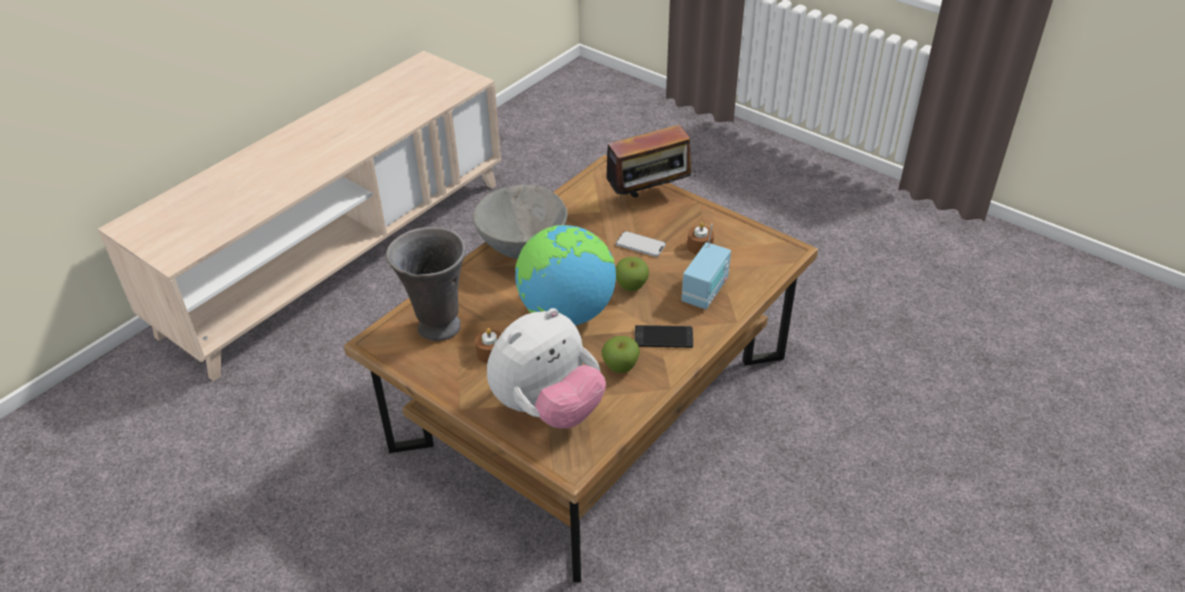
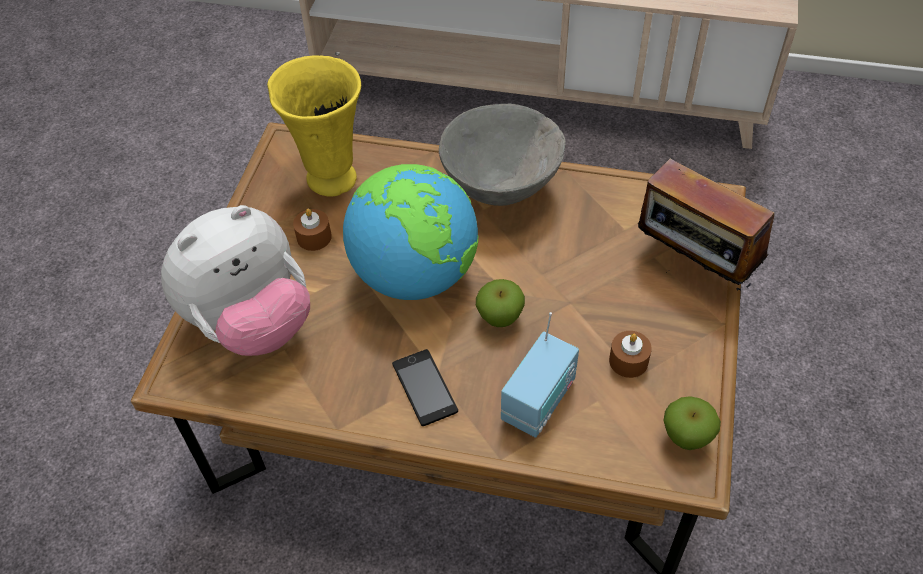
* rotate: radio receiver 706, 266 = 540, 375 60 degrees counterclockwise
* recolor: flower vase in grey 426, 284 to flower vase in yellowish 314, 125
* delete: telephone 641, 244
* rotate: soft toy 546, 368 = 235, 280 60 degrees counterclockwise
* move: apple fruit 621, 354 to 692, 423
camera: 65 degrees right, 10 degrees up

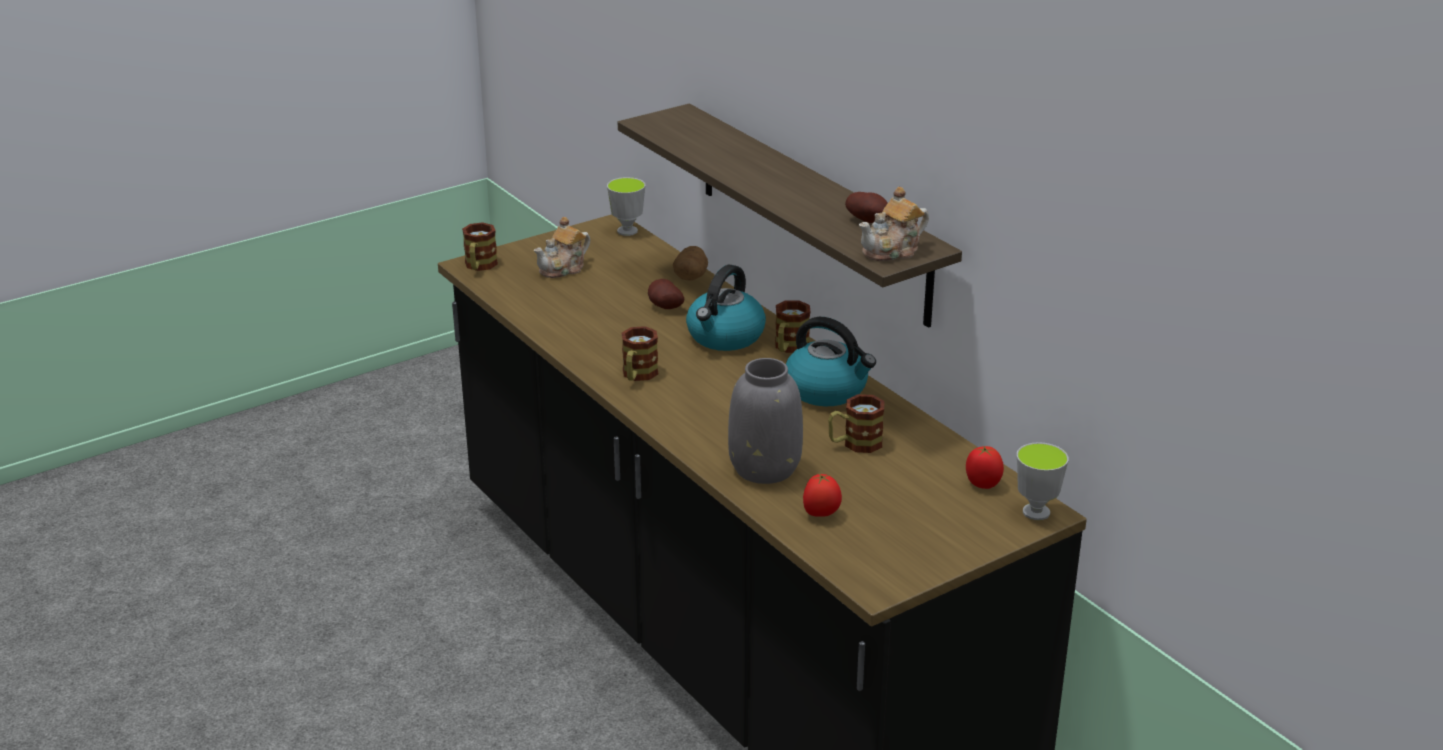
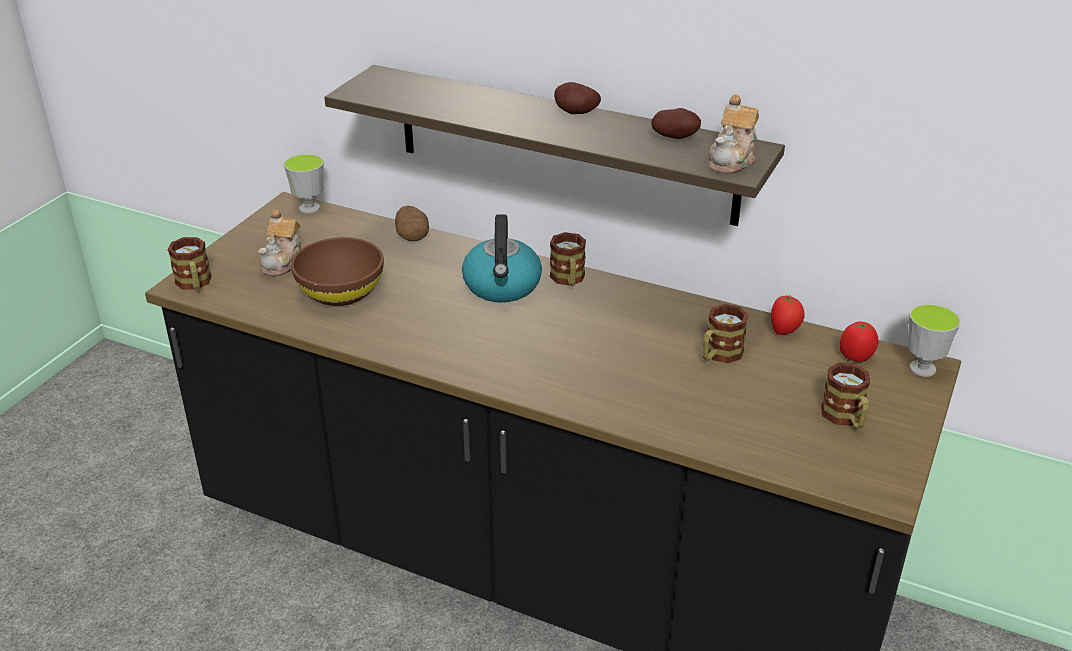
* move: potato 666, 294 to 577, 98
* delete: kettle 831, 361
* move: mug 640, 353 to 845, 395
* delete: flower vase in grey 765, 421
* move: fresh tomato 822, 495 to 787, 315
* insert: serving bowl in brown 337, 271
camera: 30 degrees left, 5 degrees up

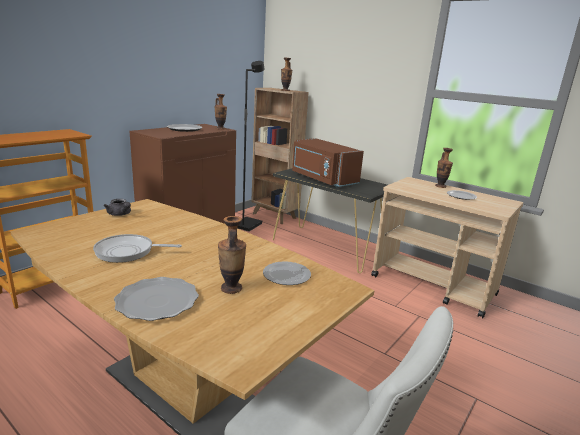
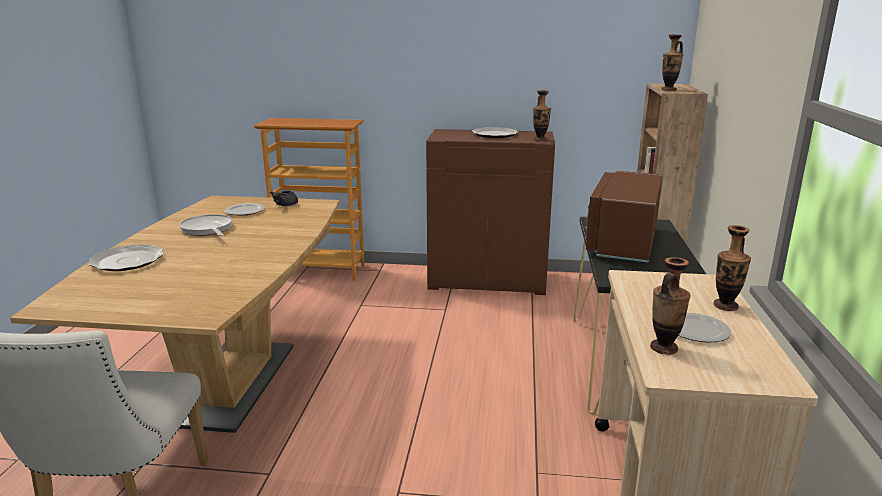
* delete: floor lamp in black-coloured 251, 146
* move: flower vase 232, 255 to 670, 306
* move: dinner plate 287, 273 to 244, 209
camera: 60 degrees right, 0 degrees up

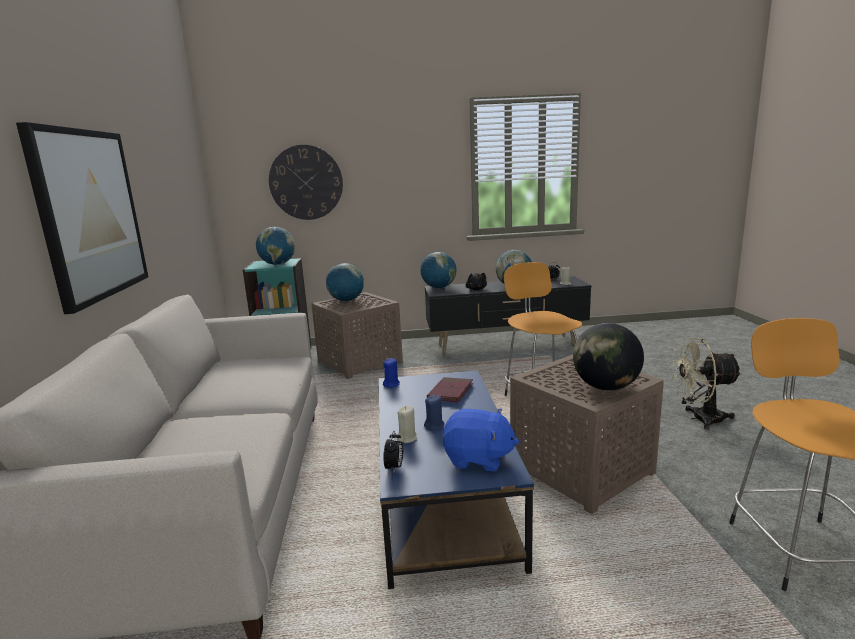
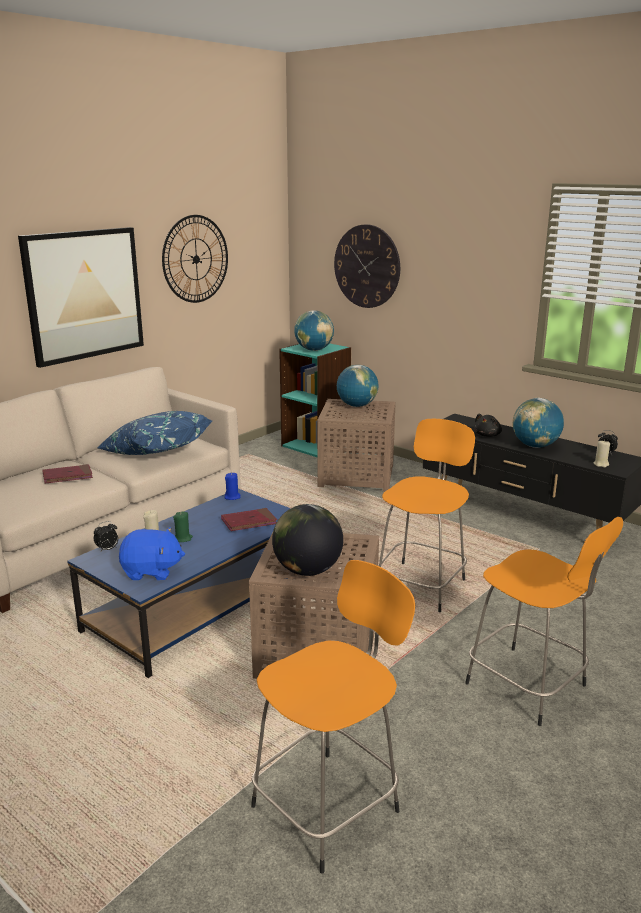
* delete: globe 438, 270
* replace: fan in beige-coloured 706, 384 to sitting stool in orange 544, 621
* recolor: wax light in blue 434, 412 to wax light in green-coloured 183, 526
* rotate: soft toy in blue 481, 440 = 152, 553 60 degrees counterclockwise
* insert: wall clock 195, 259
* insert: throw pillow in blue 155, 433
* insert: bound book in red-coloured 67, 474
camera: 45 degrees right, 5 degrees up

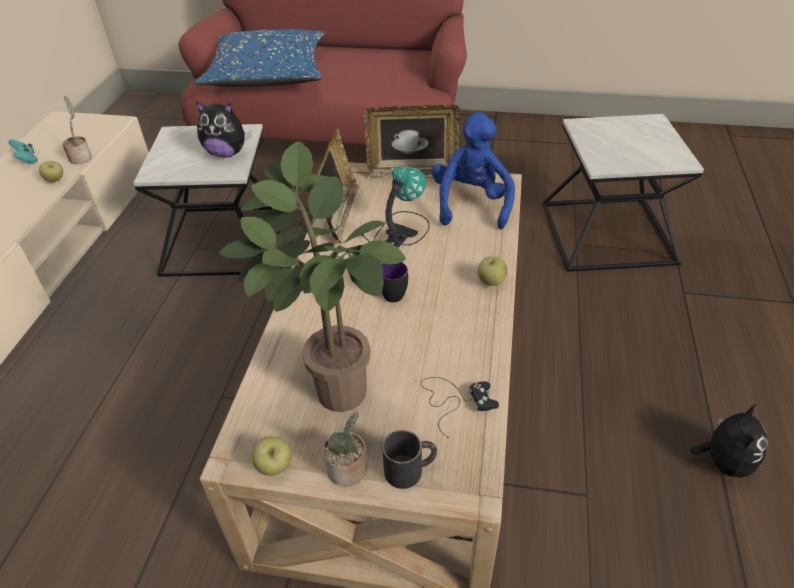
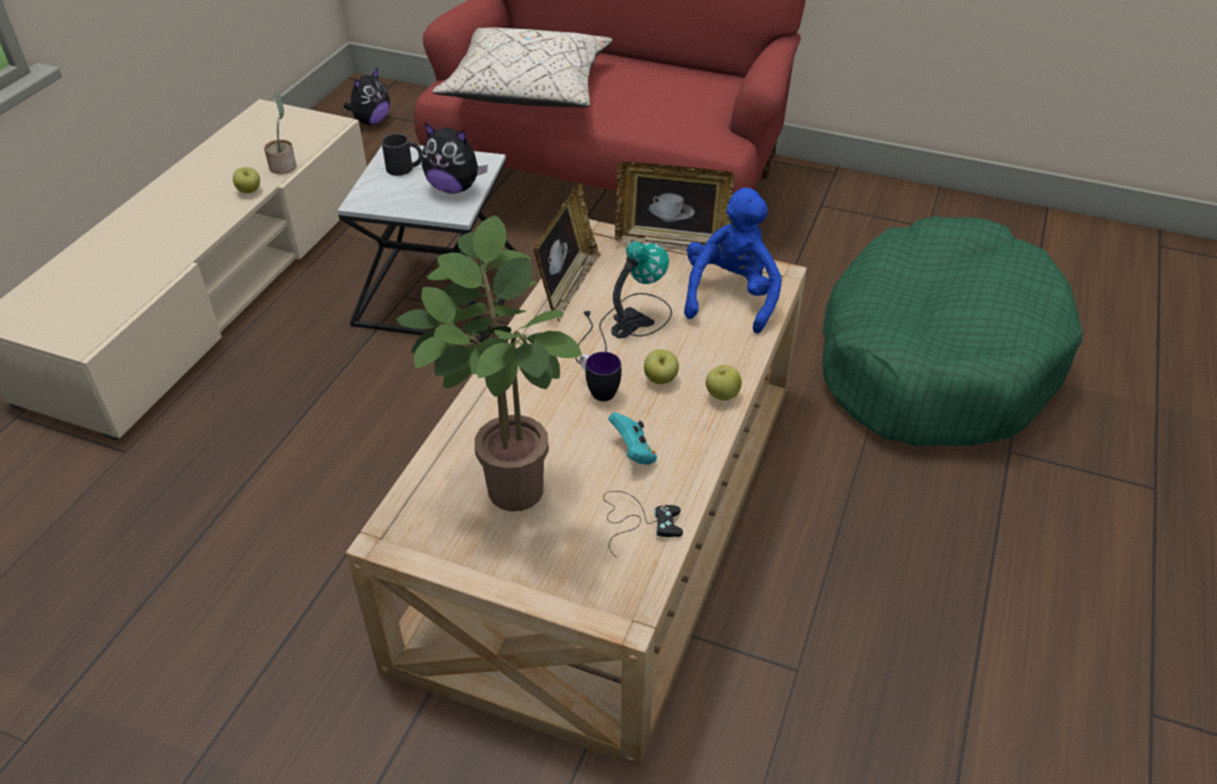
* recolor: throw pillow in blue 260, 58 to throw pillow in beige-coloured 522, 68
* replace: accent table 623, 193 to pet bed in green-coloured 952, 331
* move: gamepad in turquoise-coloured 23, 151 to 632, 438
* move: soft toy 729, 440 to 367, 96
* delete: houseplant 345, 449
* move: mug in black-coloured 409, 459 to 401, 155
* move: apple fruit 271, 456 to 661, 366
camera: 10 degrees right, 0 degrees up

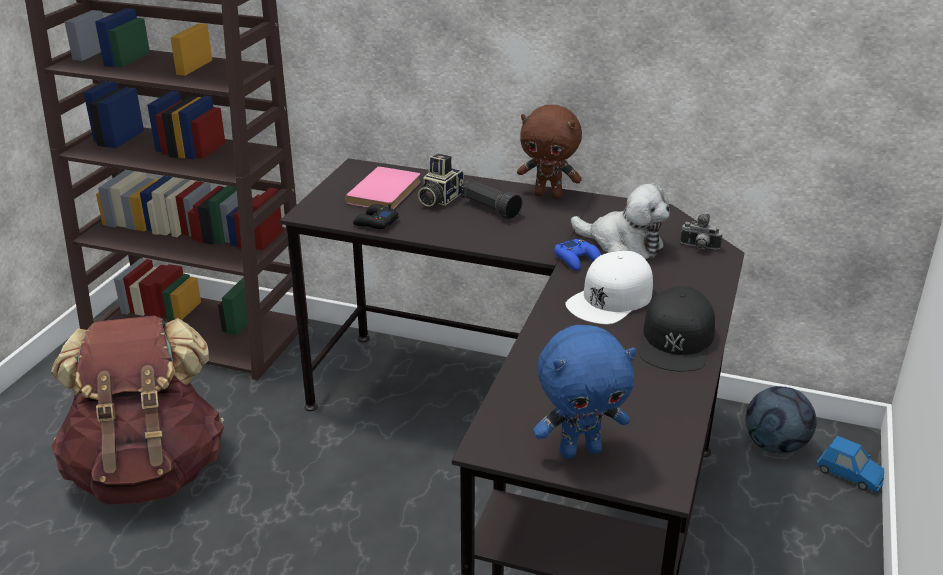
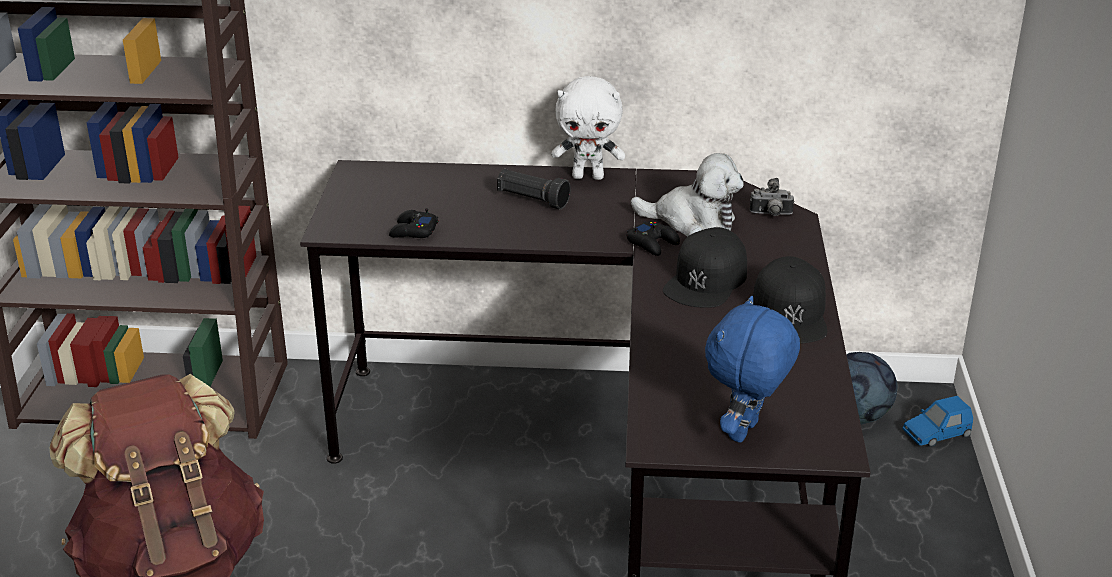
* recolor: soft toy in brown 549, 152 to soft toy in whitish 588, 128
* delete: photo camera 441, 180
* delete: bound book in pinkish 383, 187
* recolor: gamepad in blue 577, 255 to gamepad in black-coloured 653, 238
* recolor: baseball cap in whitish 609, 287 to baseball cap in black-coloured 705, 267
* rotate: soft toy in blue 584, 392 = 752, 369 150 degrees clockwise
* rotate: miniature car in blue 850, 464 = 937, 421 135 degrees clockwise
camera: 15 degrees left, 0 degrees up

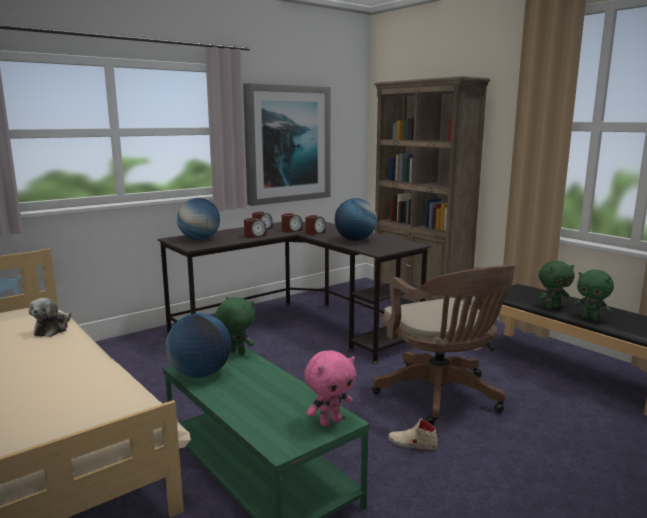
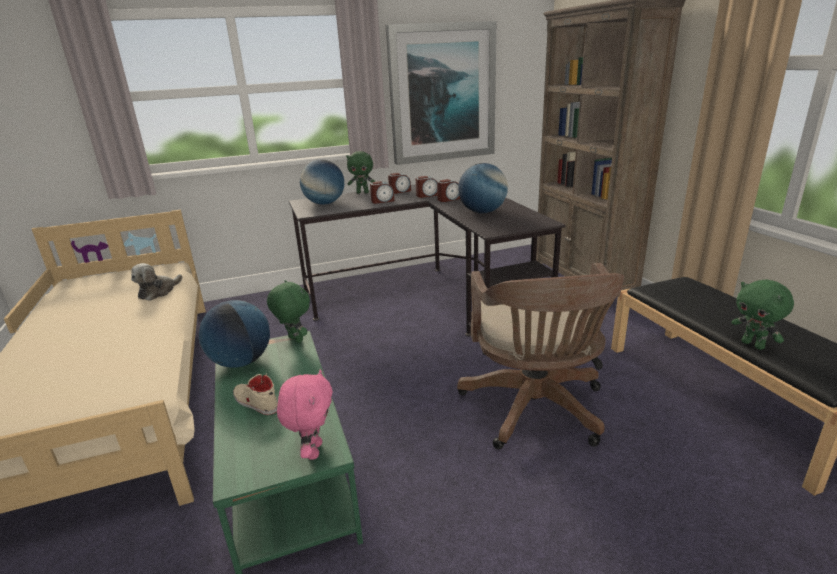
* move: soft toy in green-coloured 557, 285 to 361, 172
* rotate: soft toy in pinkish 330, 388 = 305, 414 75 degrees counterclockwise
* move: item of footwear in beige-coloured 413, 434 to 255, 394
camera: 20 degrees right, 10 degrees up

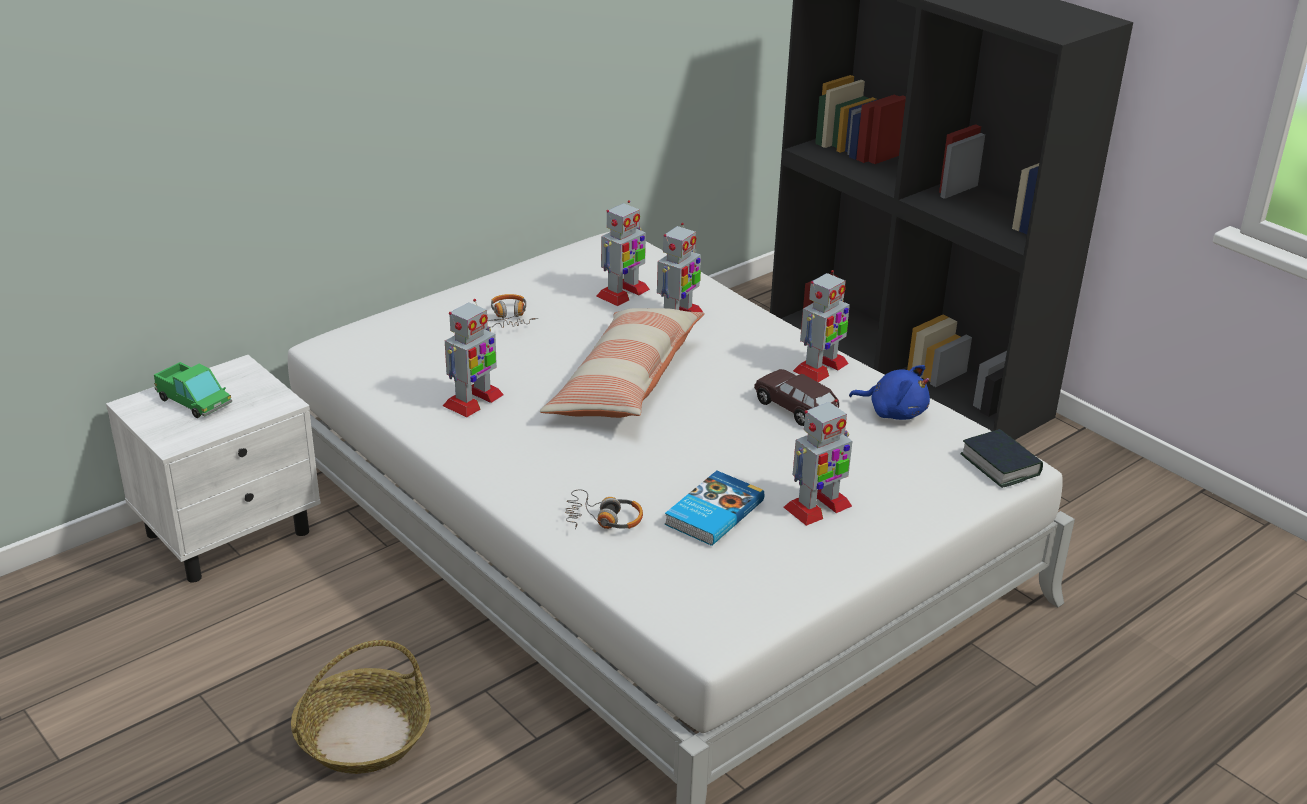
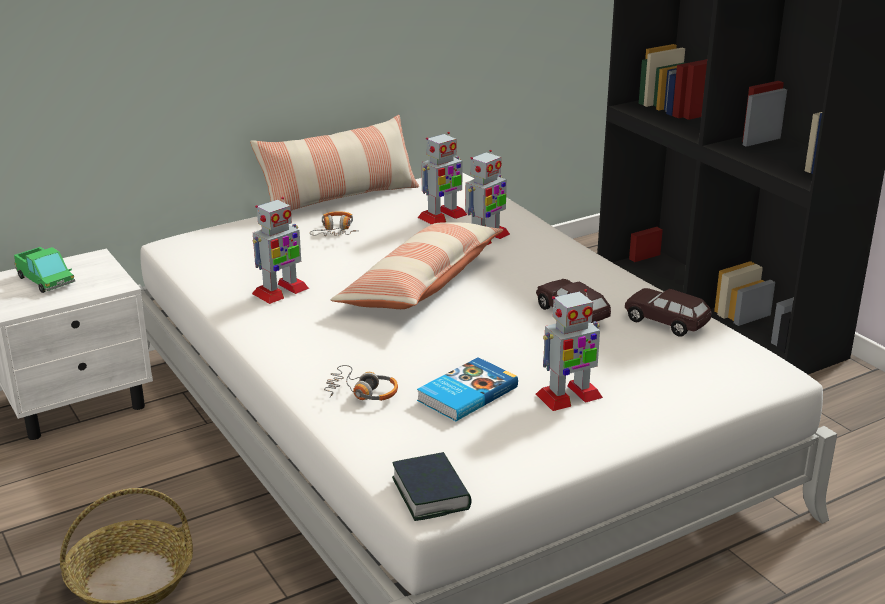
* delete: toy robot 821, 326
* replace: soft toy in blue 889, 392 to miniature car in brown 668, 312
* move: bound book 1001, 458 to 431, 486
* insert: throw pillow 334, 163
camera: 10 degrees right, 5 degrees down

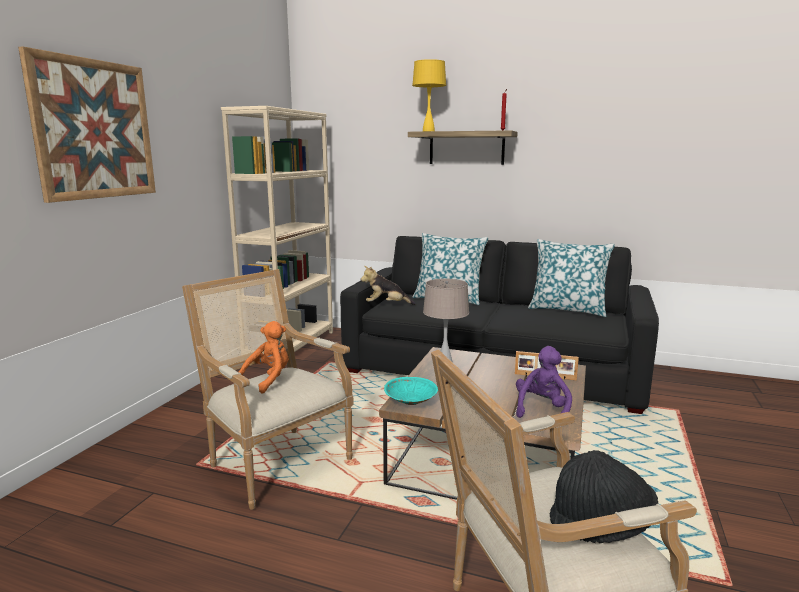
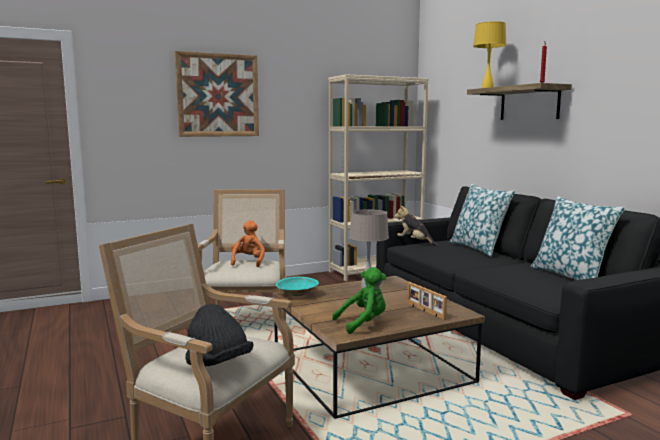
* rotate: soft toy in orange 264, 357 = 248, 243 75 degrees counterclockwise
* recolor: soft toy in purple 544, 382 to soft toy in green-coloured 359, 300
camera: 45 degrees right, 5 degrees down

